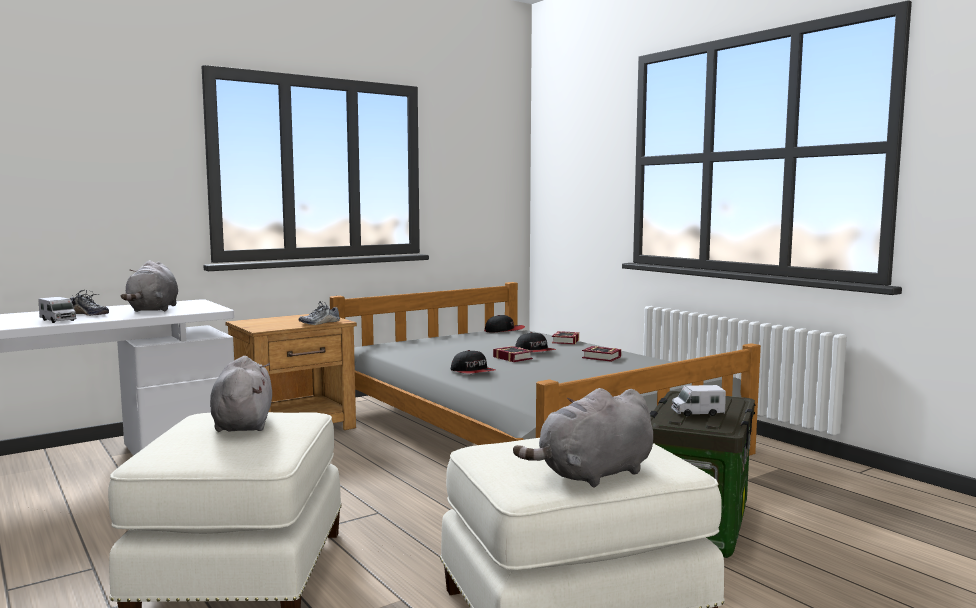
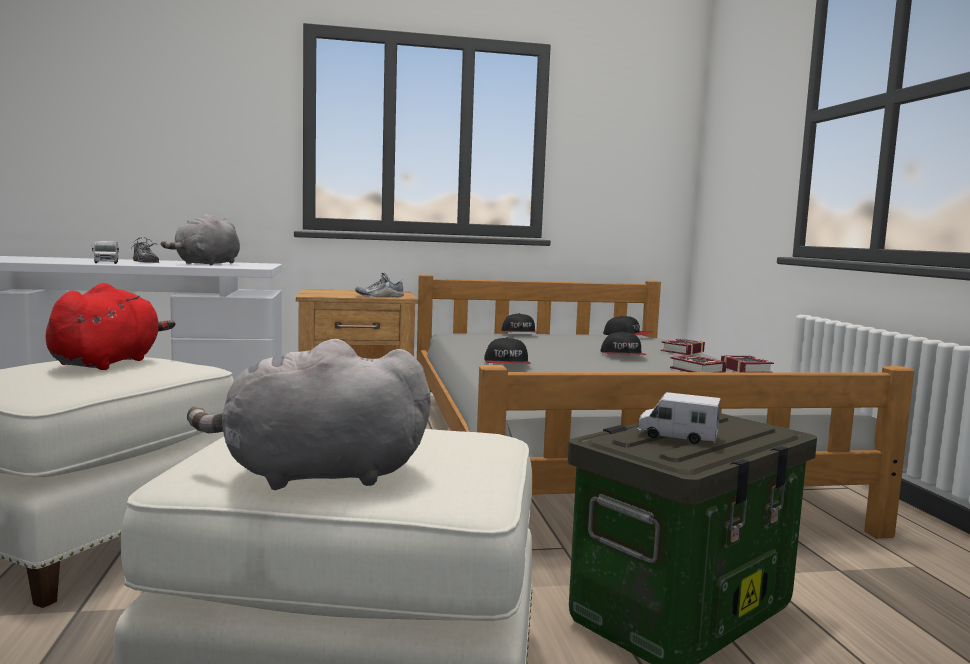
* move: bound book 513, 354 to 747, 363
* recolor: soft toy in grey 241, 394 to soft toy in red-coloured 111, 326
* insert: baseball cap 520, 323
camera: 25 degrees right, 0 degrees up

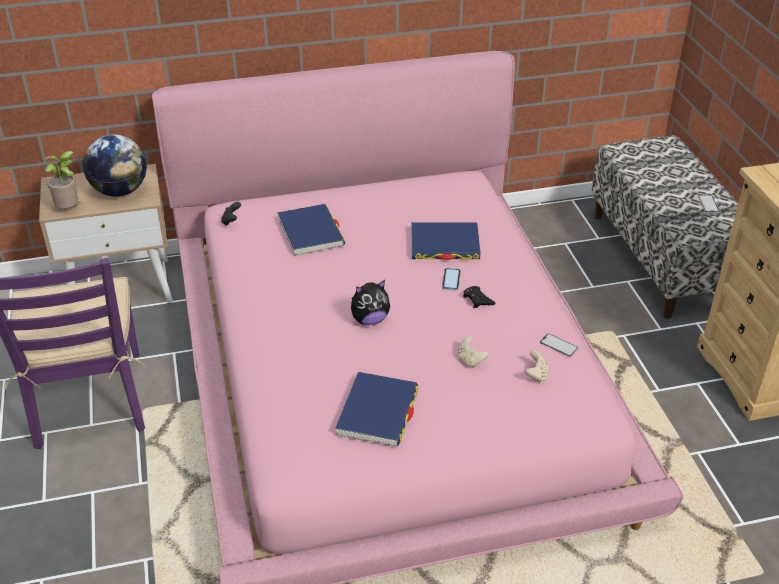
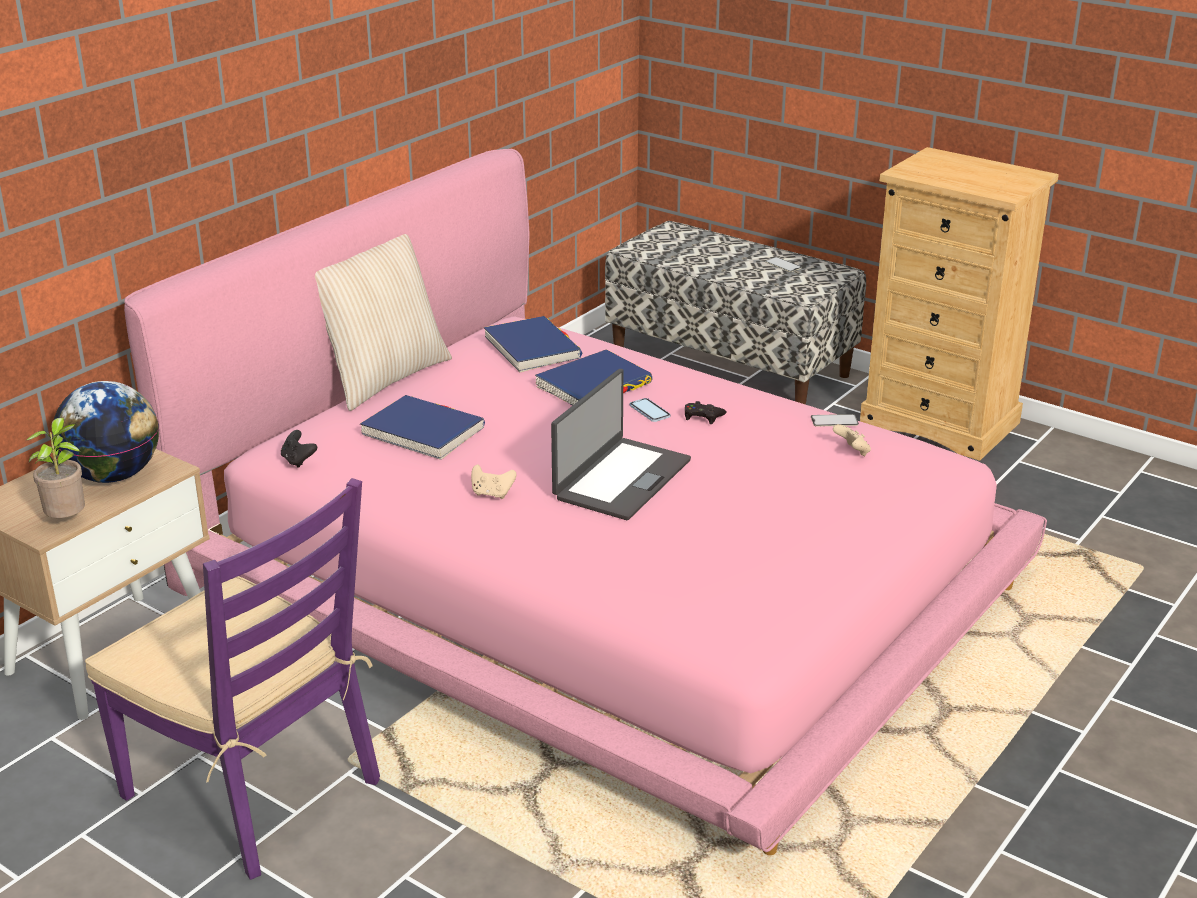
* replace: soft toy 370, 302 to portable computer 621, 444
* move: gamepad in beige-coloured 473, 352 to 494, 482
* move: bound book in blue 377, 409 to 533, 344
* insert: throw pillow in beige-coloured 383, 322
camera: 40 degrees left, 10 degrees down

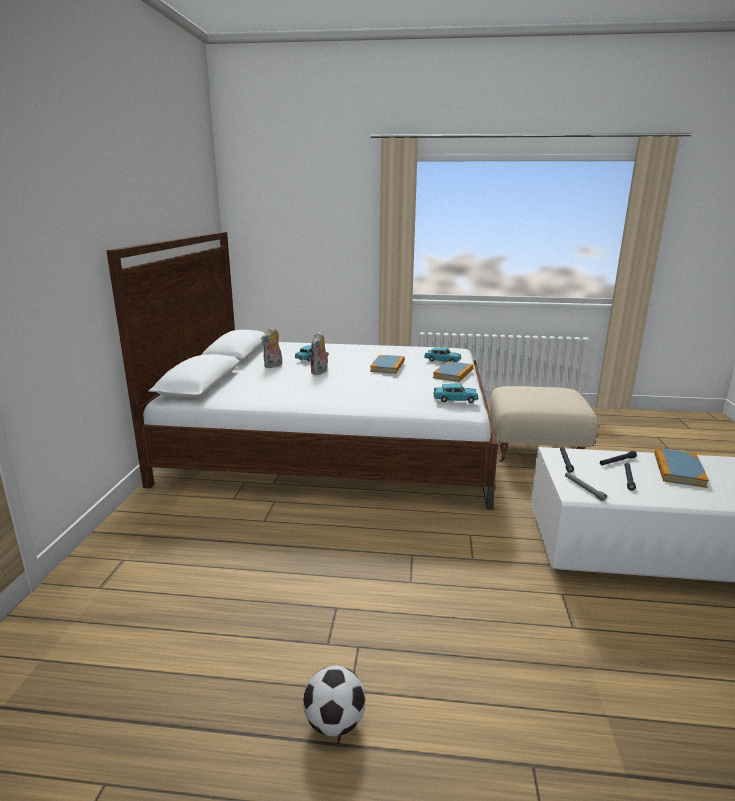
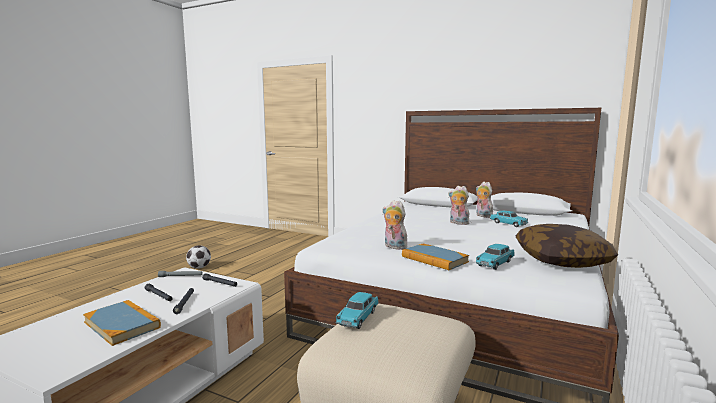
* delete: bound book 387, 364
* move: miniature car in turquoise-coloured 456, 393 to 357, 310
* insert: soft toy 395, 225
* insert: throw pillow 566, 246
camera: 110 degrees right, 10 degrees down

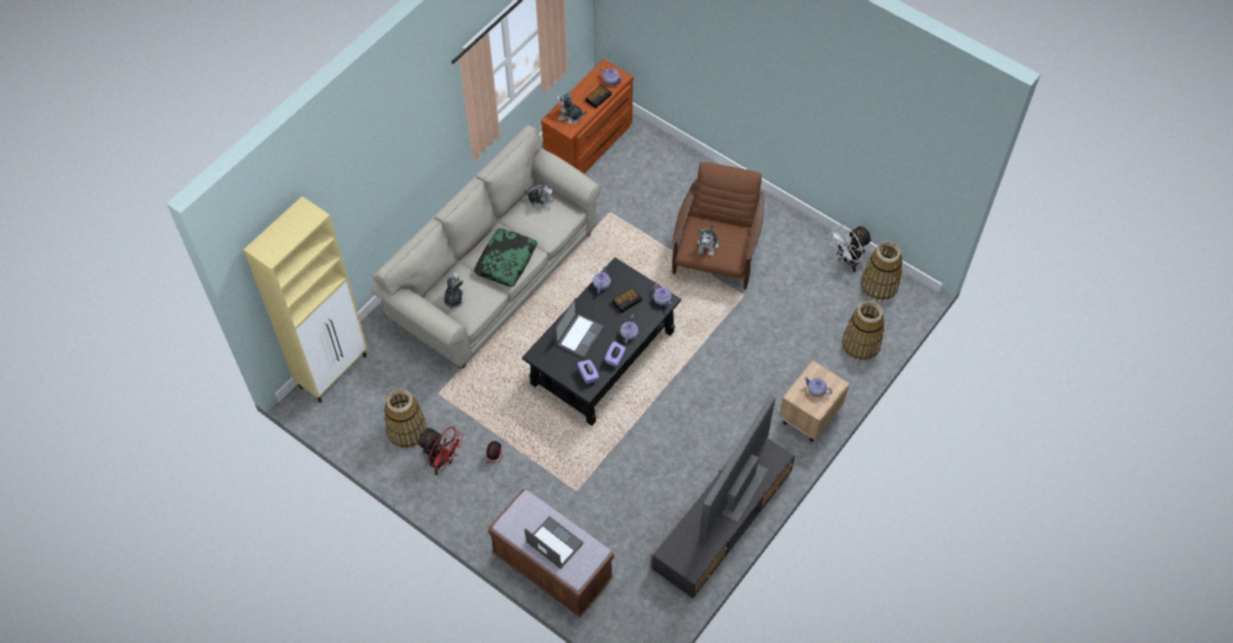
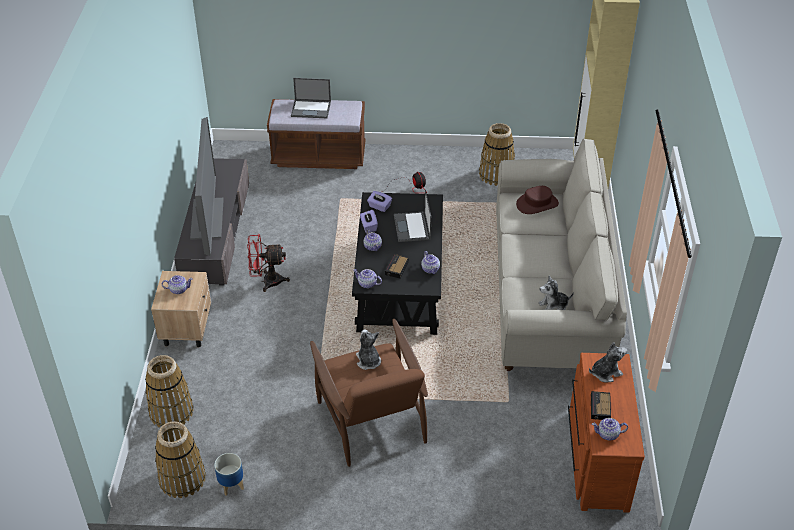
* replace: fan in whitish 850, 248 to flower pot 229, 474
* delete: throw pillow 505, 257
* replace: soft toy 454, 291 to clothing hat in brown 537, 200
* move: fan in red-coloured 440, 451 to 268, 263
camera: 145 degrees right, 15 degrees down

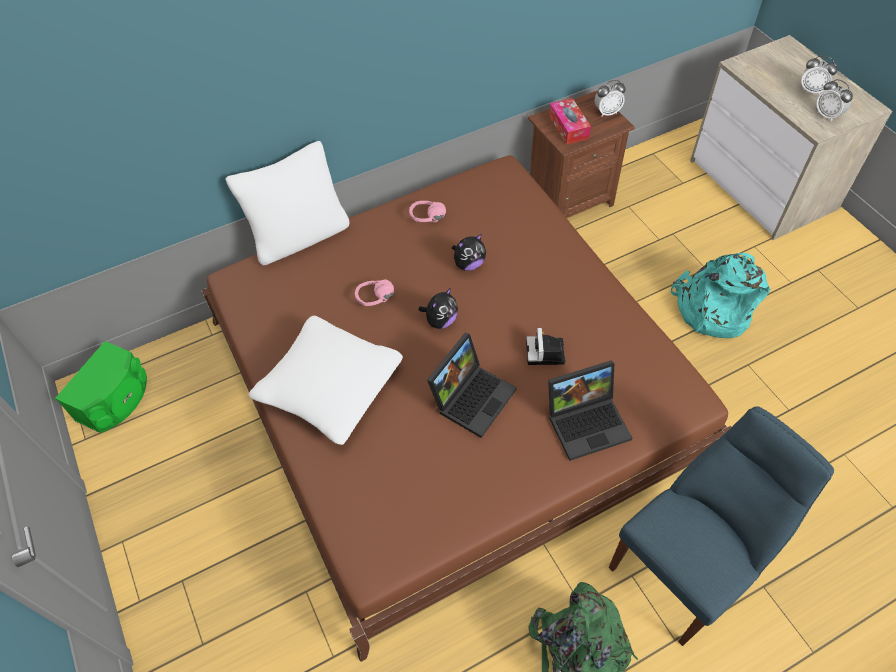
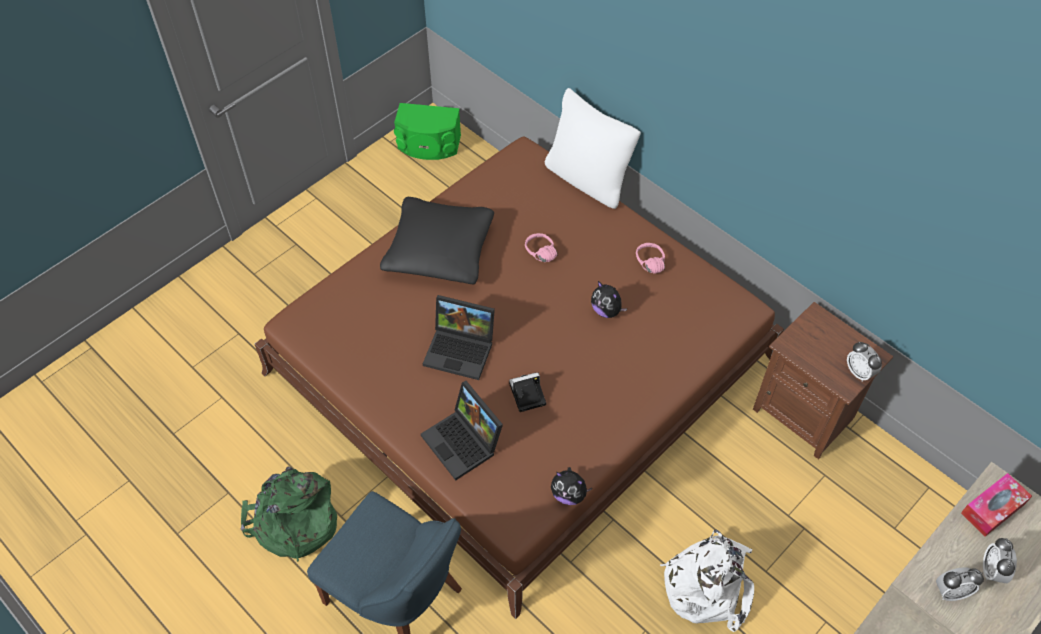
* rotate: bedside clock 834, 100 = 960, 584 135 degrees counterclockwise
* move: tissue box 570, 121 to 996, 505
* recolor: backpack in turquoise-coloured 720, 295 to backpack in whitish 707, 580
* move: soft toy 438, 308 to 571, 486
* recolor: throw pillow in whitish 326, 380 to throw pillow in black-coloured 437, 240
camera: 70 degrees right, 0 degrees up

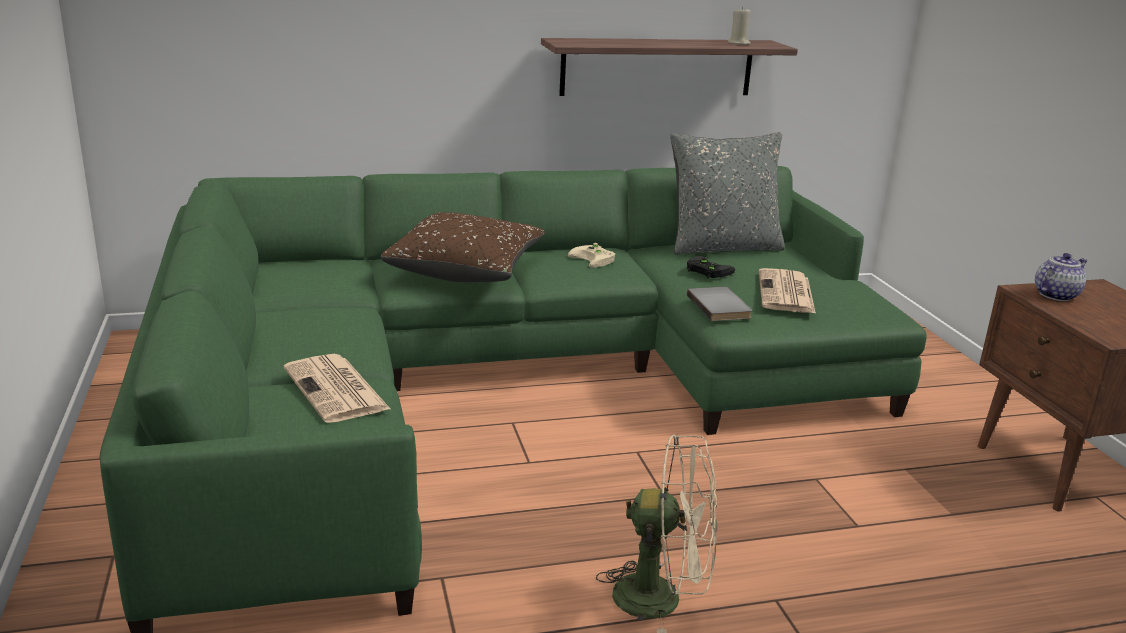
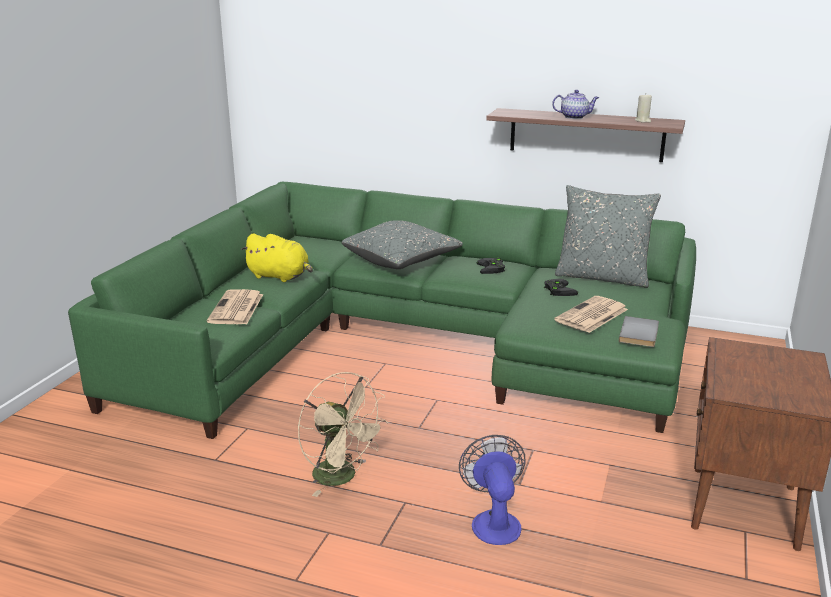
* recolor: throw pillow in brown 463, 247 to throw pillow in grey 402, 244
* recolor: gamepad in beige-coloured 591, 255 to gamepad in black-coloured 491, 265
* move: pot for tea 1061, 277 to 575, 104
* move: bound book in grey 719, 304 to 639, 331
* insert: soft toy in yellowish 277, 257
* insert: fan 492, 490
camera: 35 degrees right, 0 degrees up

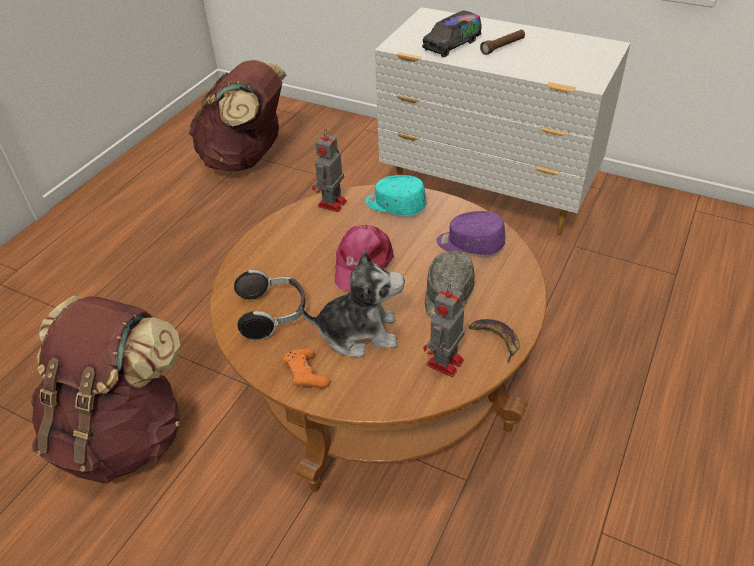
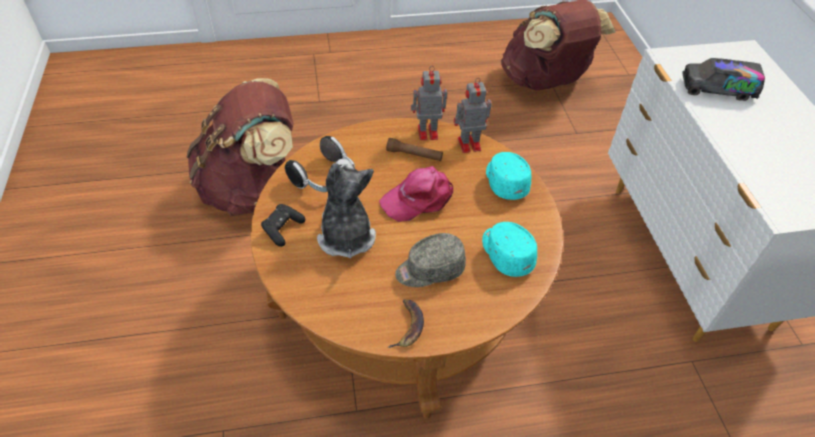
* move: hand torch in brown 502, 42 to 414, 149
* recolor: baseball cap in purple 471, 233 to baseball cap in turquoise-coloured 509, 249
* rotate: soft toy 352, 303 = 346, 208 150 degrees counterclockwise
* move: toy robot 444, 330 to 429, 103
* recolor: gamepad in orange 306, 368 to gamepad in black-coloured 283, 225
camera: 50 degrees right, 5 degrees up

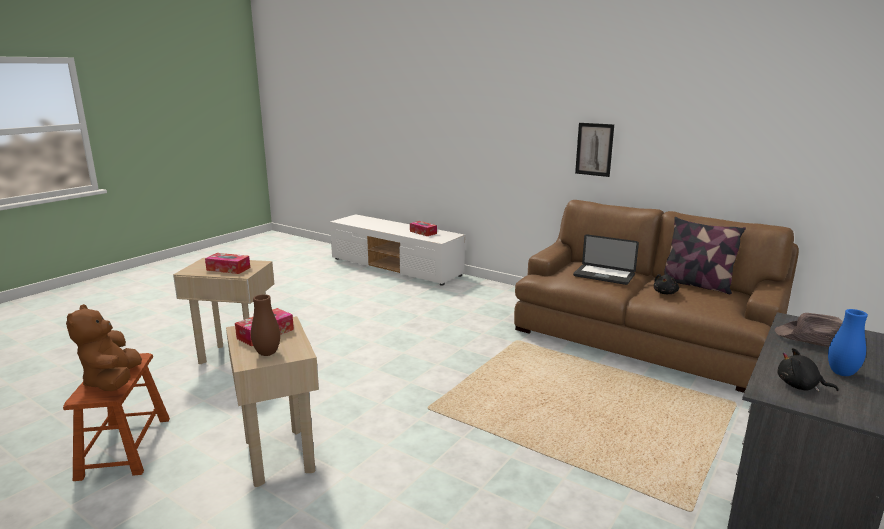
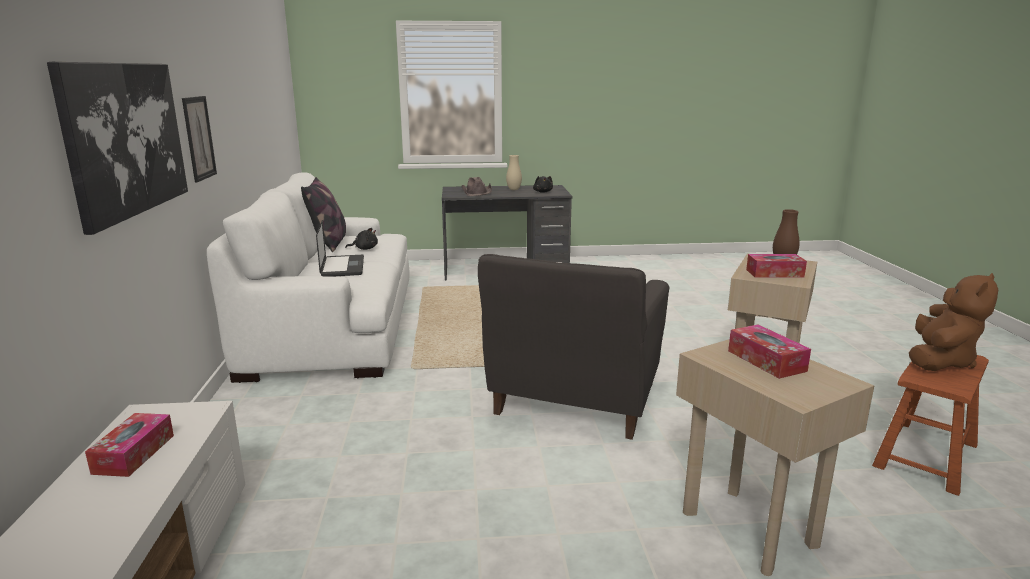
* recolor: couch in brown 656, 296 to couch in whitish 308, 277
* recolor: flower vase in blue 848, 342 to flower vase in beige-coloured 514, 172
* insert: wall picture 117, 148
* insert: easy chair in grey 573, 347
camera: 130 degrees left, 0 degrees up

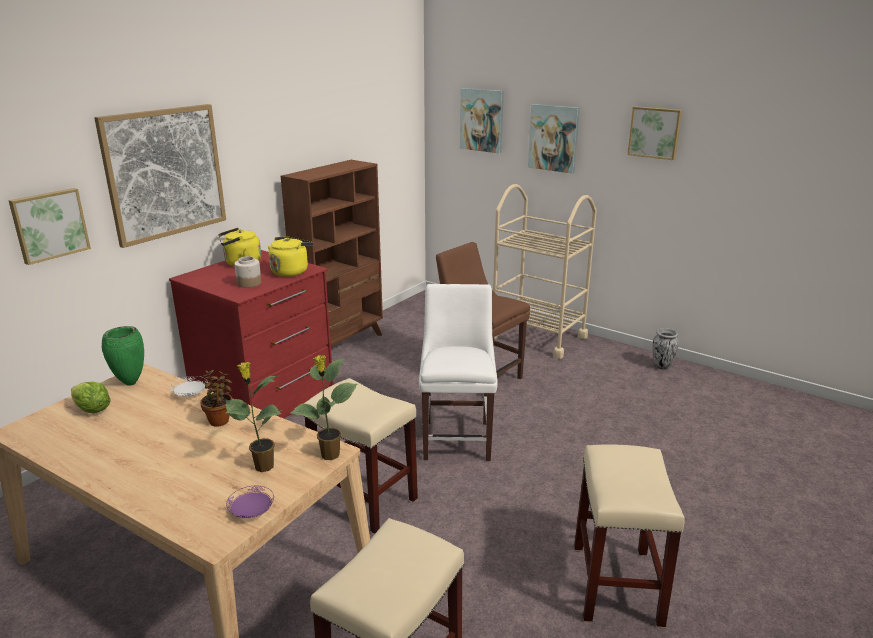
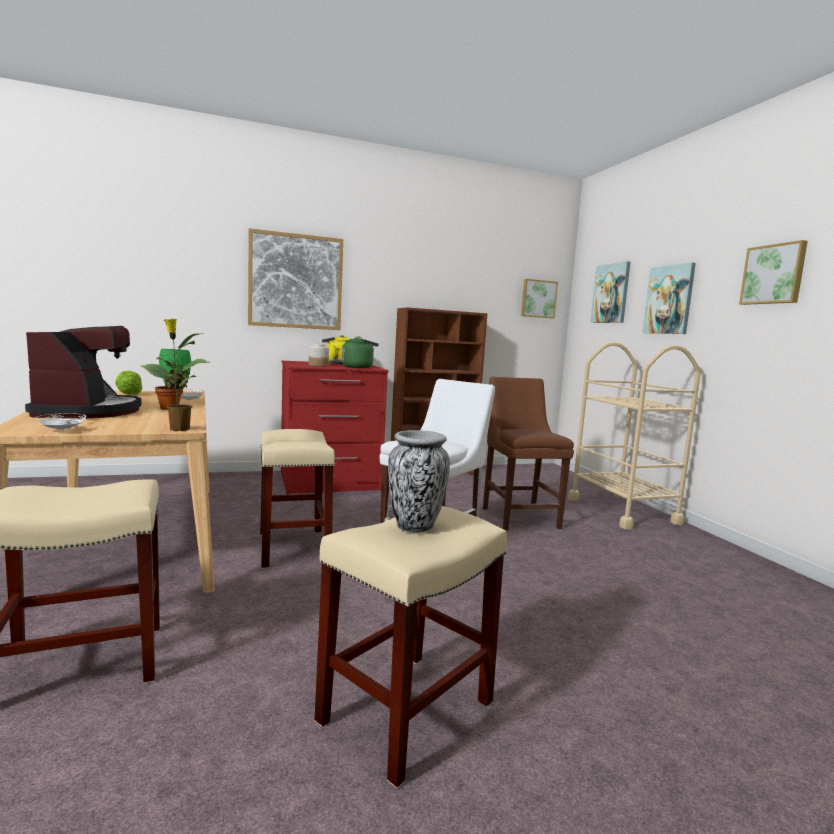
* move: wall picture 49, 226 to 539, 298
* recolor: kettle in yellowish 291, 257 to kettle in green-coloured 360, 352
* move: flower vase 666, 349 to 419, 481
* delete: houseplant 253, 417
* recolor: dinner plate in purple 250, 502 to dinner plate in whitish 60, 422
* insert: coffee maker 83, 372
camera: 35 degrees right, 15 degrees down

